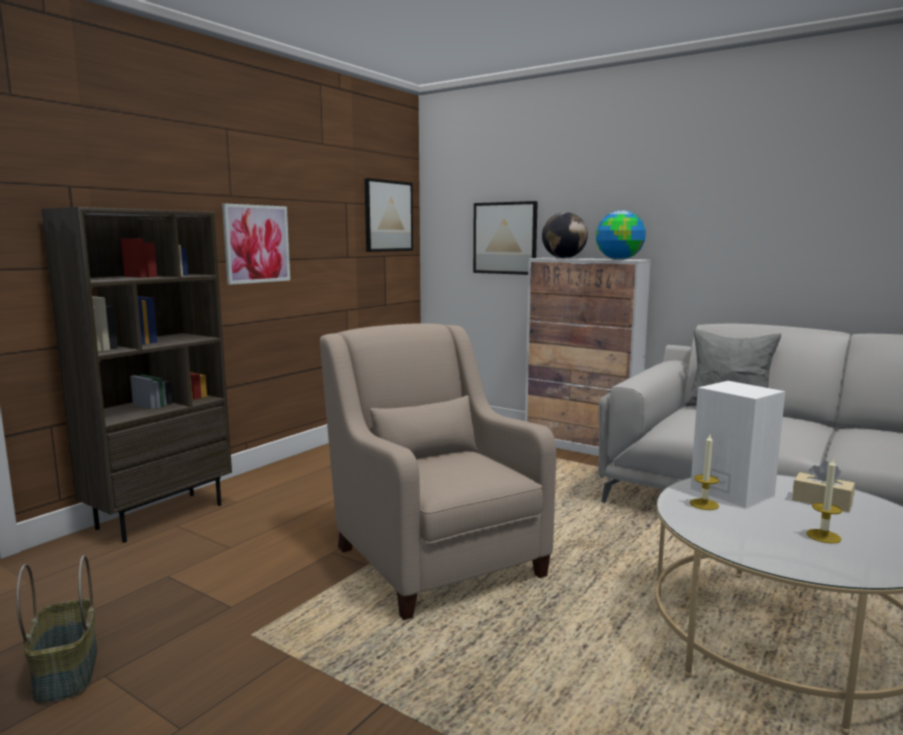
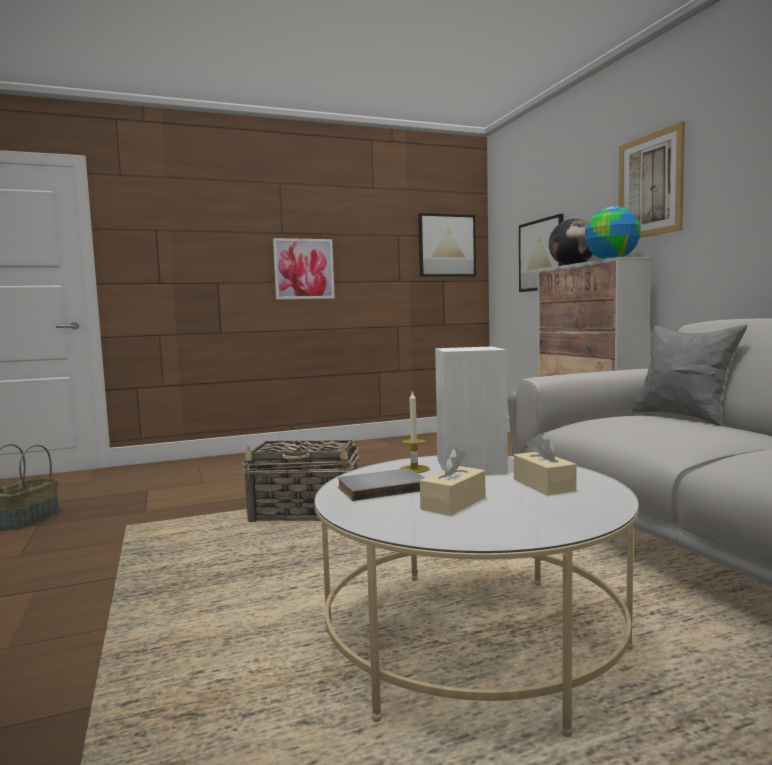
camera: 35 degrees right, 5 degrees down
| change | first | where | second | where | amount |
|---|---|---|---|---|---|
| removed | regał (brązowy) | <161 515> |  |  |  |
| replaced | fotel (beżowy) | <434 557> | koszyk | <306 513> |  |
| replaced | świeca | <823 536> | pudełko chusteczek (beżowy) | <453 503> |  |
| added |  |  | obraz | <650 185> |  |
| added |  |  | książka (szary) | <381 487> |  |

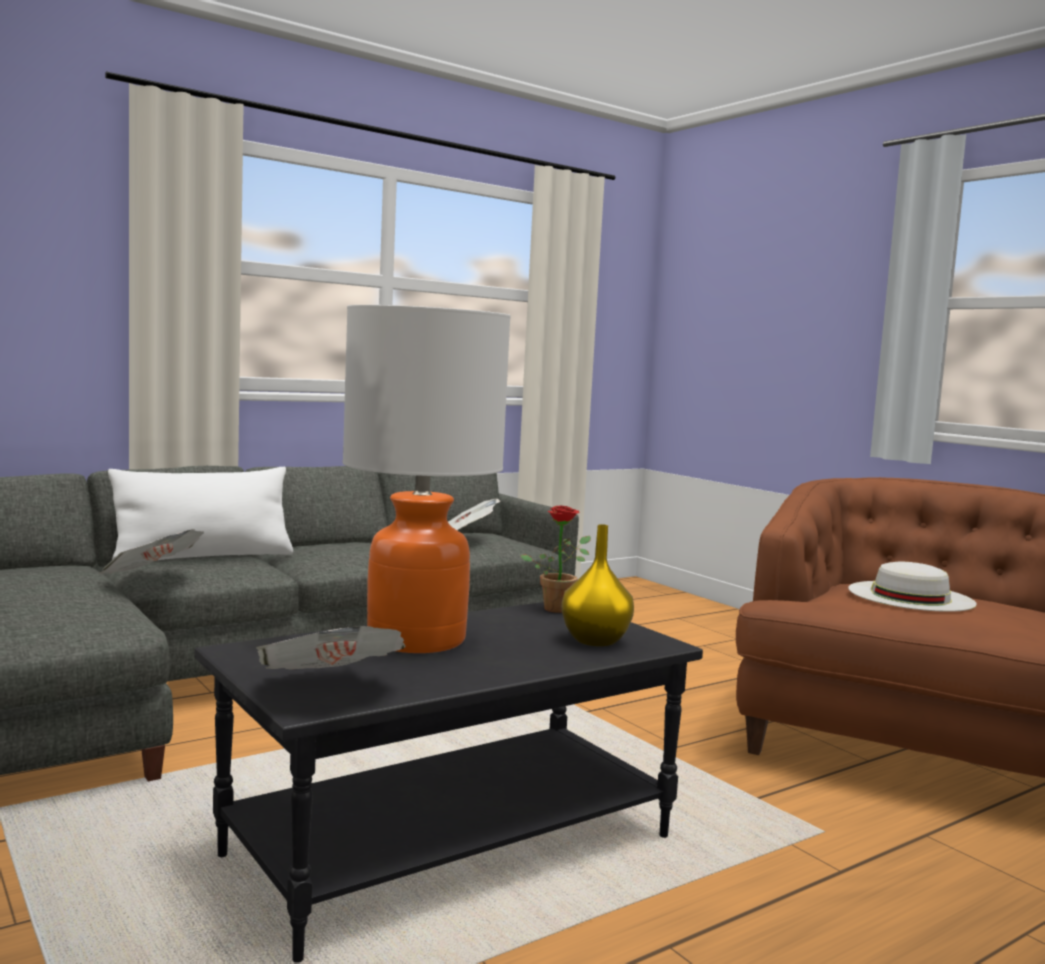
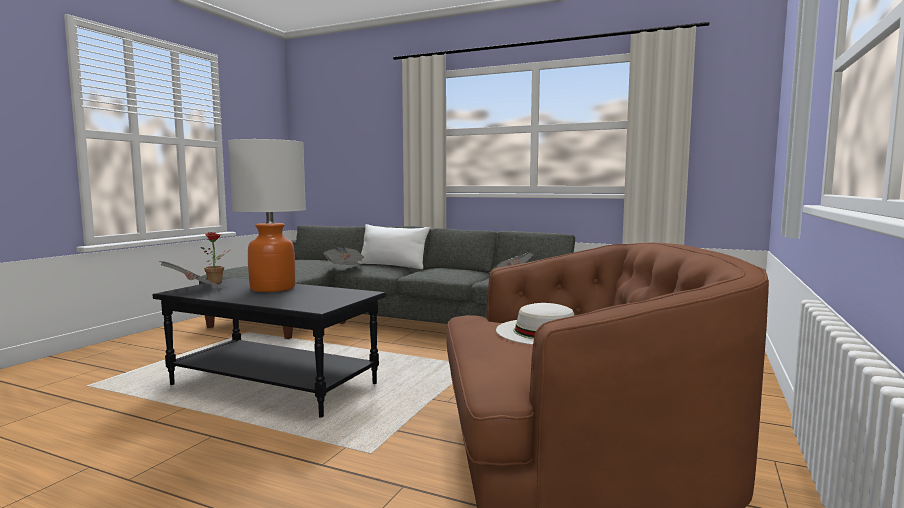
camera: 60 degrees right, 0 degrees up
| change | first | where | second | where | amount |
|---|---|---|---|---|---|
| moved | roślina doniczkowa | <559 608> |  | <218 283> |  |
| removed | wazon (żółty) | <597 641> |  |  |  |

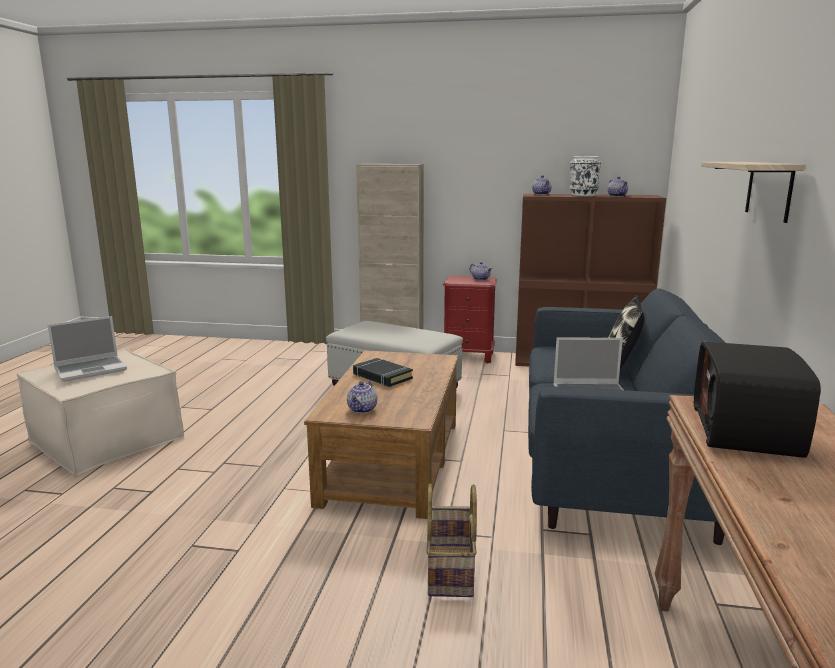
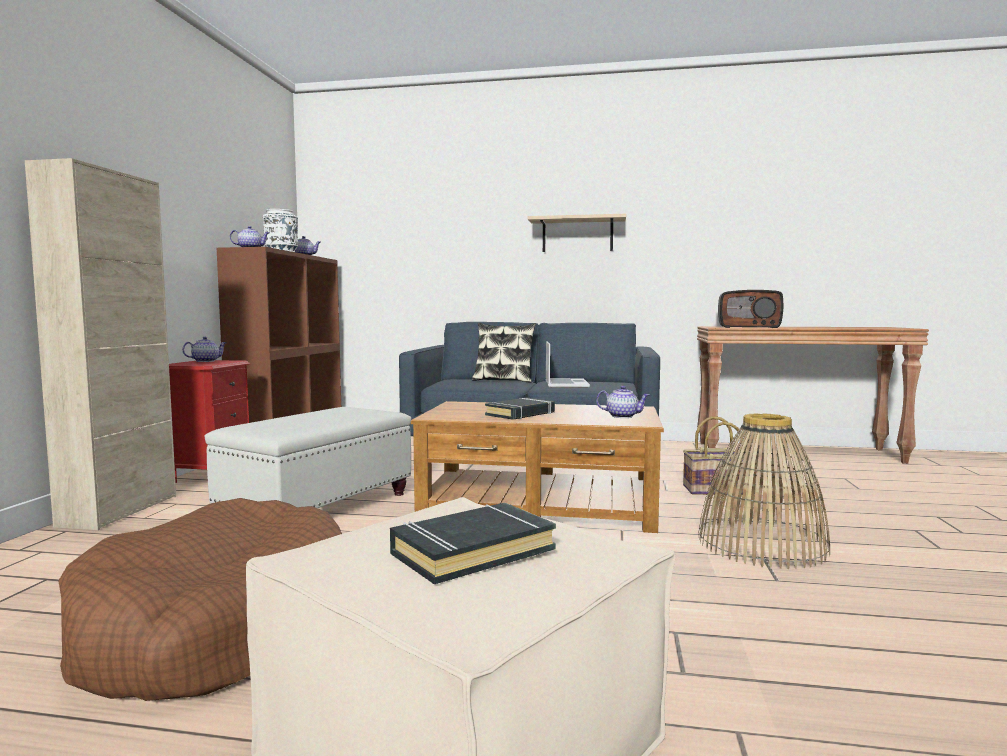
camera: 90 degrees left, 10 degrees down
| change | first | where | second | where | amount |
|---|---|---|---|---|---|
| replaced | laptop | <91 369> | książka (czarny) | <472 551> |  |
| added |  |  | koszyk | <761 544> |  |
| added |  |  | legowisko (brązowy) | <218 626> |  |

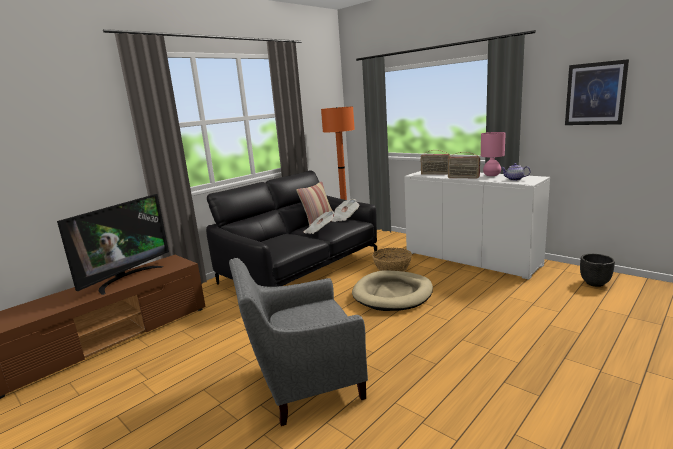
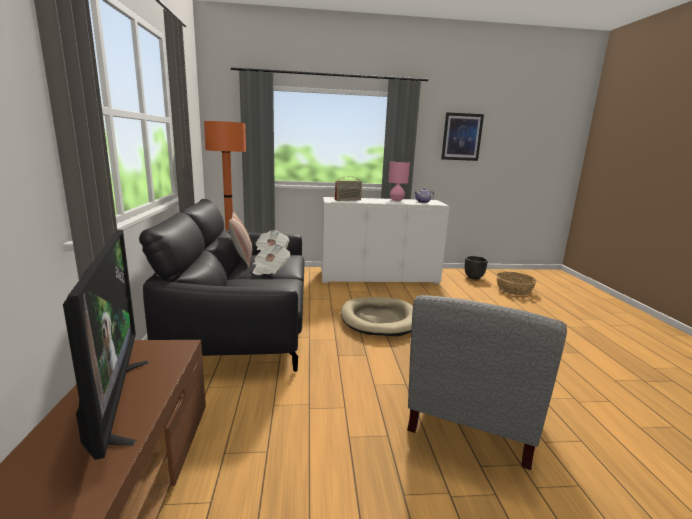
camera: 50 degrees left, 0 degrees up
| change | first | where | second | where | amount |
|---|---|---|---|---|---|
| removed | radio | <463 178> |  |  |  |
| moved | koszyk | <392 267> |  | <514 290> |  |

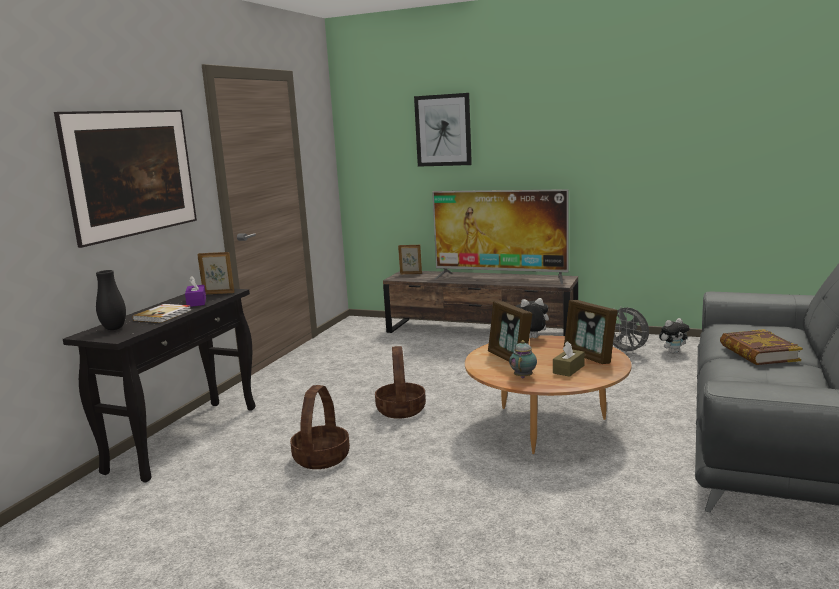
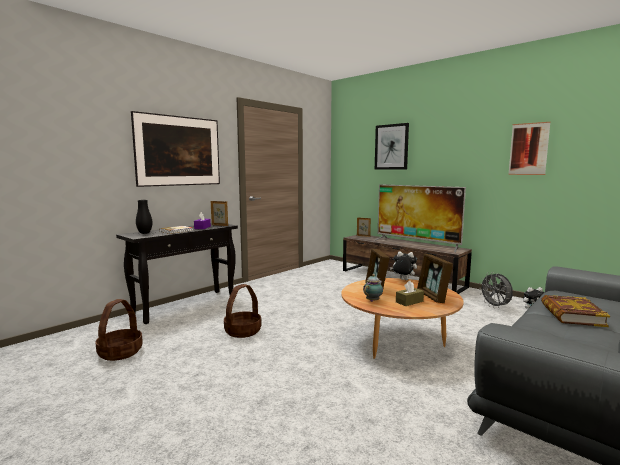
camera: 20 degrees right, 5 degrees down
| change | first | where | second | where | amount |
|---|---|---|---|---|---|
| moved | koszyk | <401 410> |  | <120 352> |  |
| added |  |  | obraz | <528 149> |  |

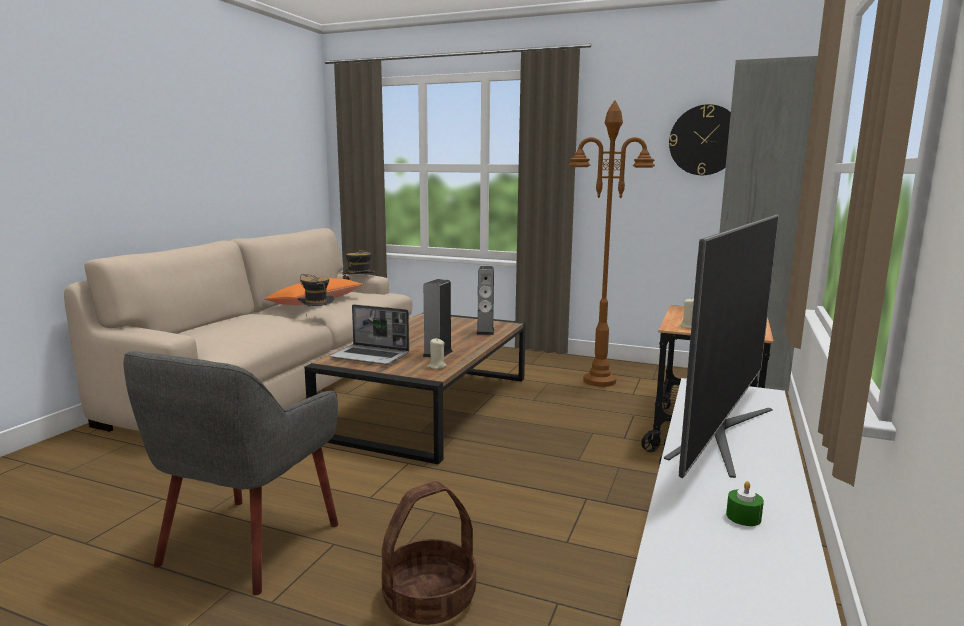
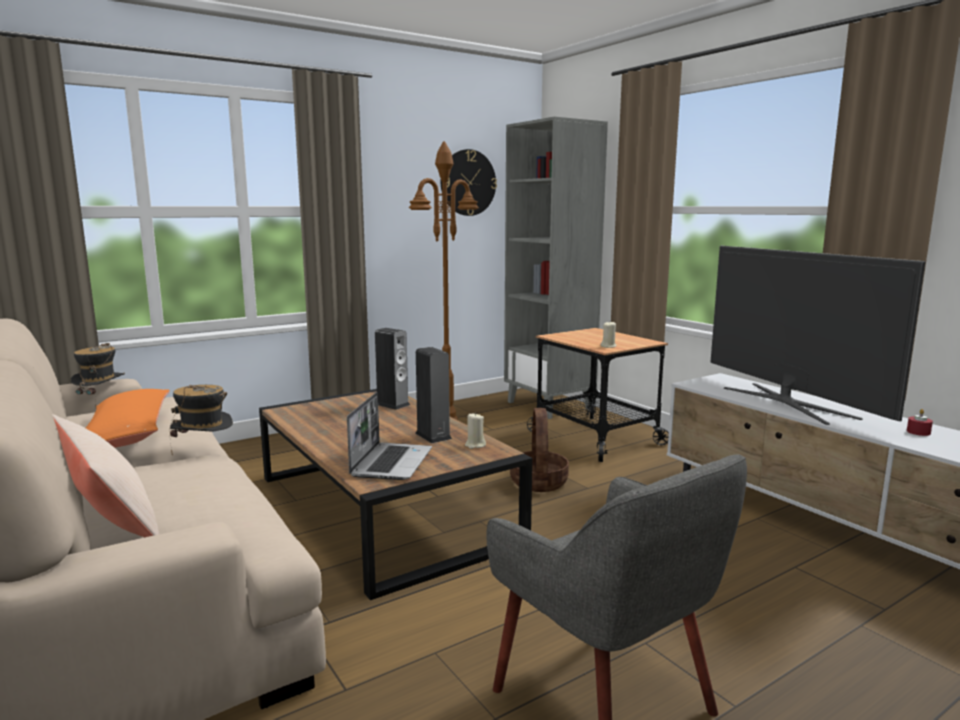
camera: 55 degrees left, 0 degrees up
| change | first | where | second | where | amount |
|---|---|---|---|---|---|
| turned | laptop | <371 356> |  | <391 462> | 45 degrees counterclockwise |
| moved | koszyk | <429 598> |  | <539 482> |  |
| recoloured | świeca (zielony) | <743 517> | świeca (czerwony) | <918 432> |  |
| added |  |  | poduszka (beżowy) | <107 515> |  |

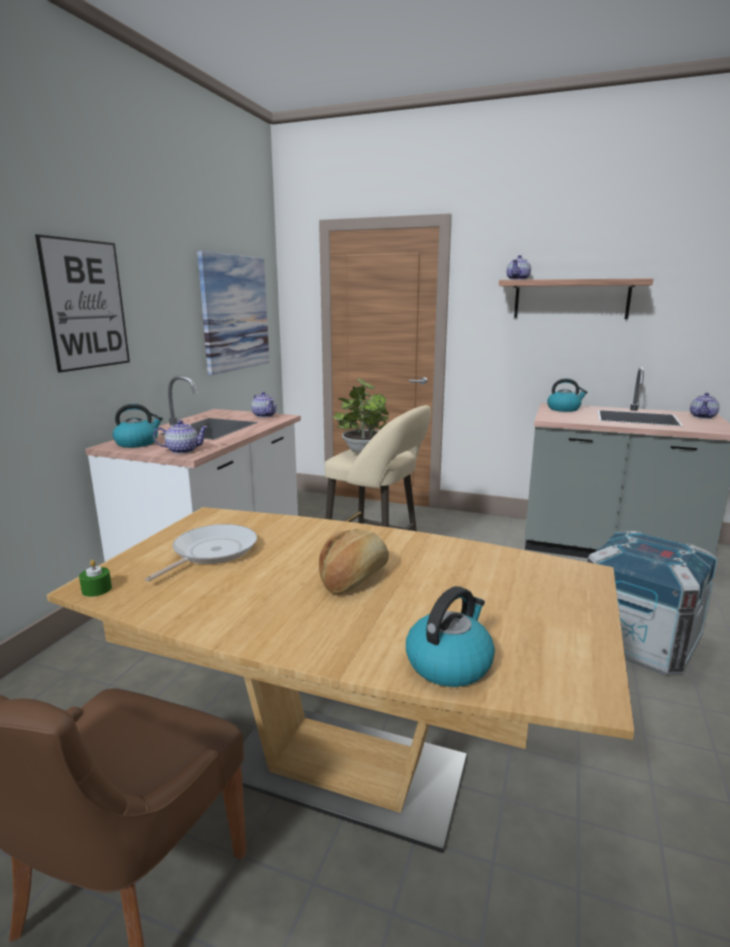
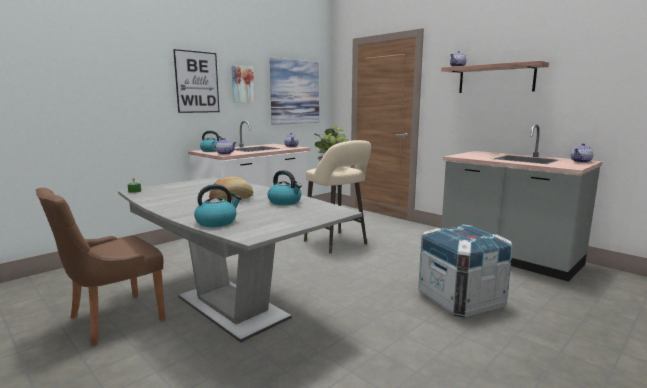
camera: 25 degrees right, 5 degrees down
| change | first | where | second | where | amount |
|---|---|---|---|---|---|
| moved | czajnik | <564 409> |  | <285 202> |  |
| recoloured | stół jadalny (brązowy) | <345 769> | stół jadalny (szary) | <232 307> |  |
| removed | patelnia | <211 552> |  |  |  |
| added |  |  | obraz | <242 84> |  |

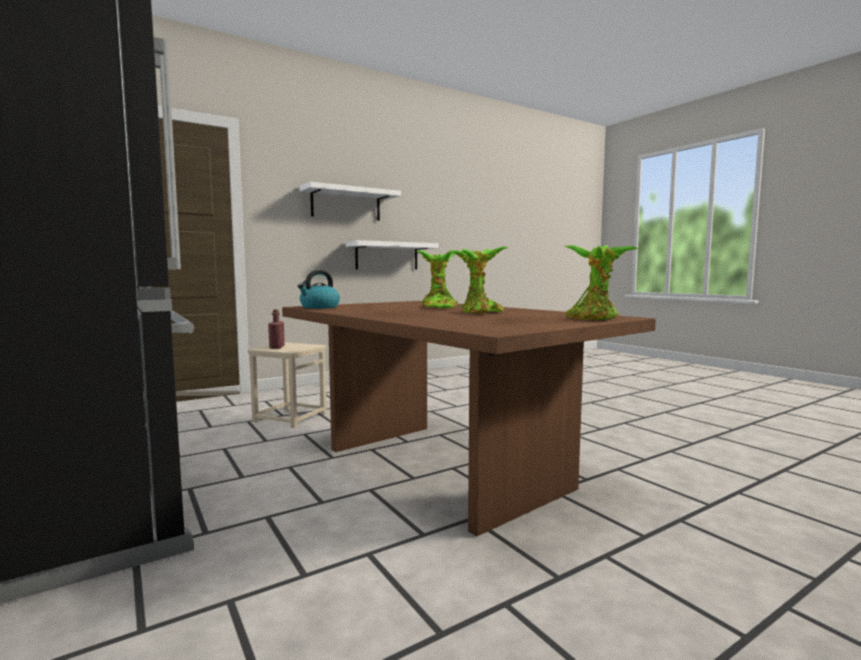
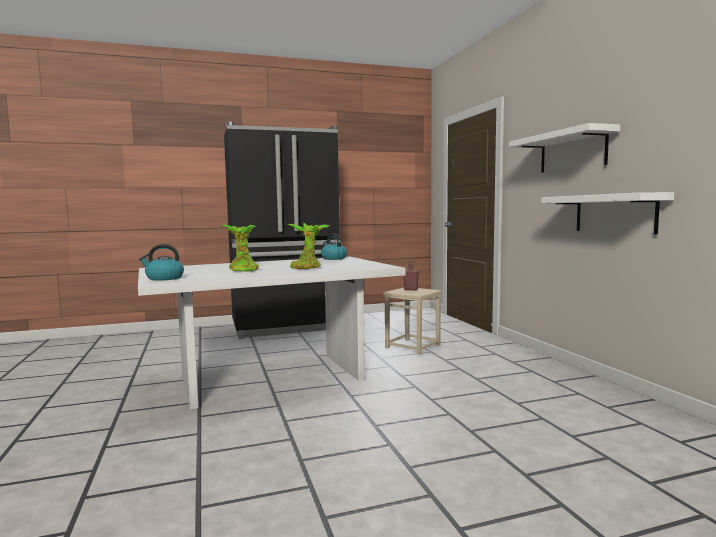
camera: 105 degrees right, 0 degrees up
| change | first | where | second | where | amount |
|---|---|---|---|---|---|
| replaced | roślina doniczkowa | <594 318> | czajnik | <164 278> |  |
| recoloured | stół jadalny (brązowy) | <444 467> | stół jadalny (biały) | <271 378> |  |

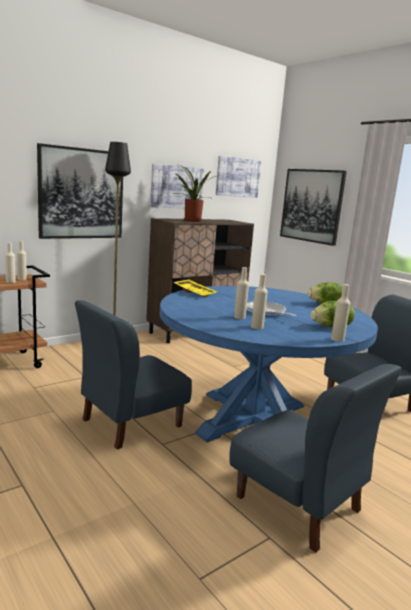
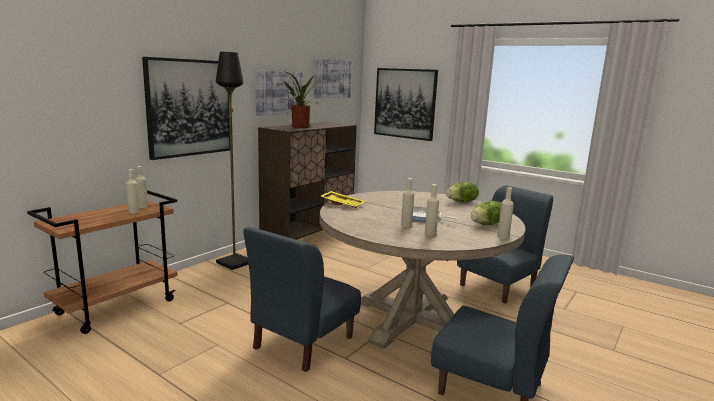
camera: 15 degrees left, 0 degrees up
| change | first | where | second | where | amount |
|---|---|---|---|---|---|
| recoloured | stół jadalny (niebieski) | <253 419> | stół jadalny (beżowy) | <411 318> |  |

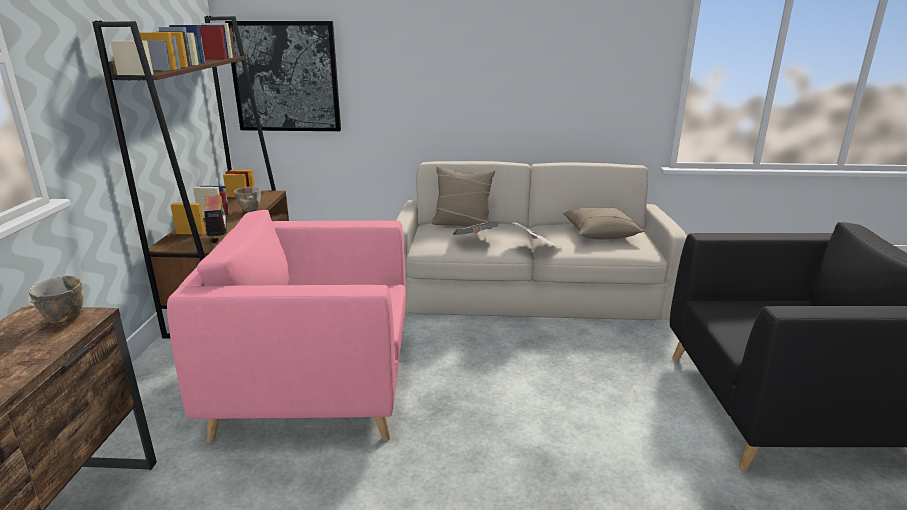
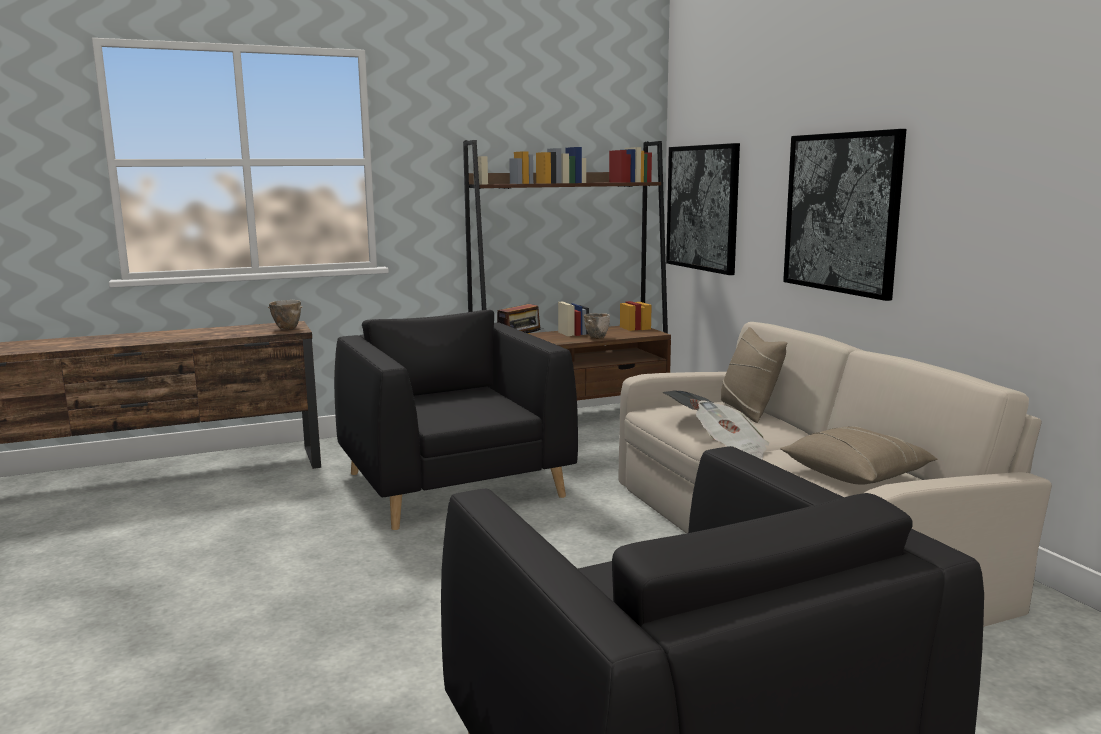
camera: 65 degrees right, 10 degrees down
| change | first | where | second | where | amount |
|---|---|---|---|---|---|
| recoloured | fotel (różowy) | <316 384> | fotel (czarny) | <453 484> |  |
| added |  |  | obraz | <841 213> |  |

